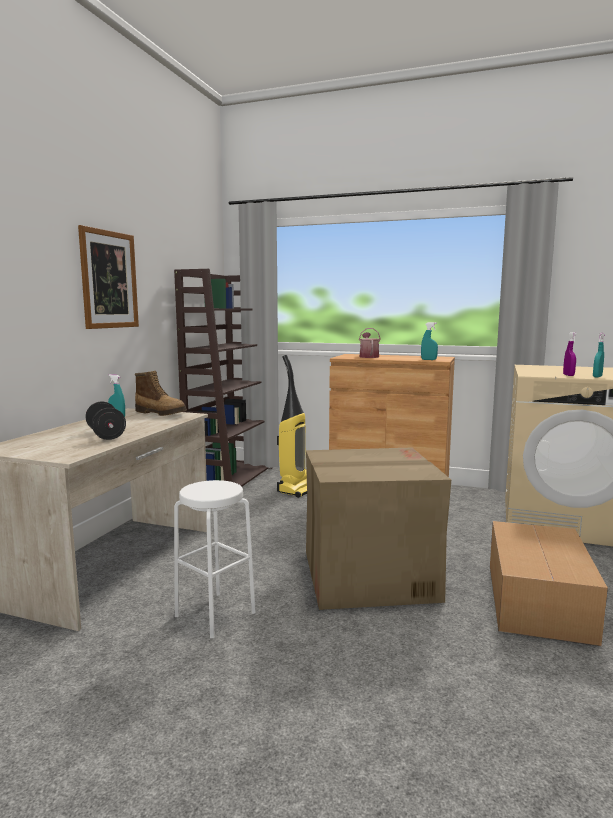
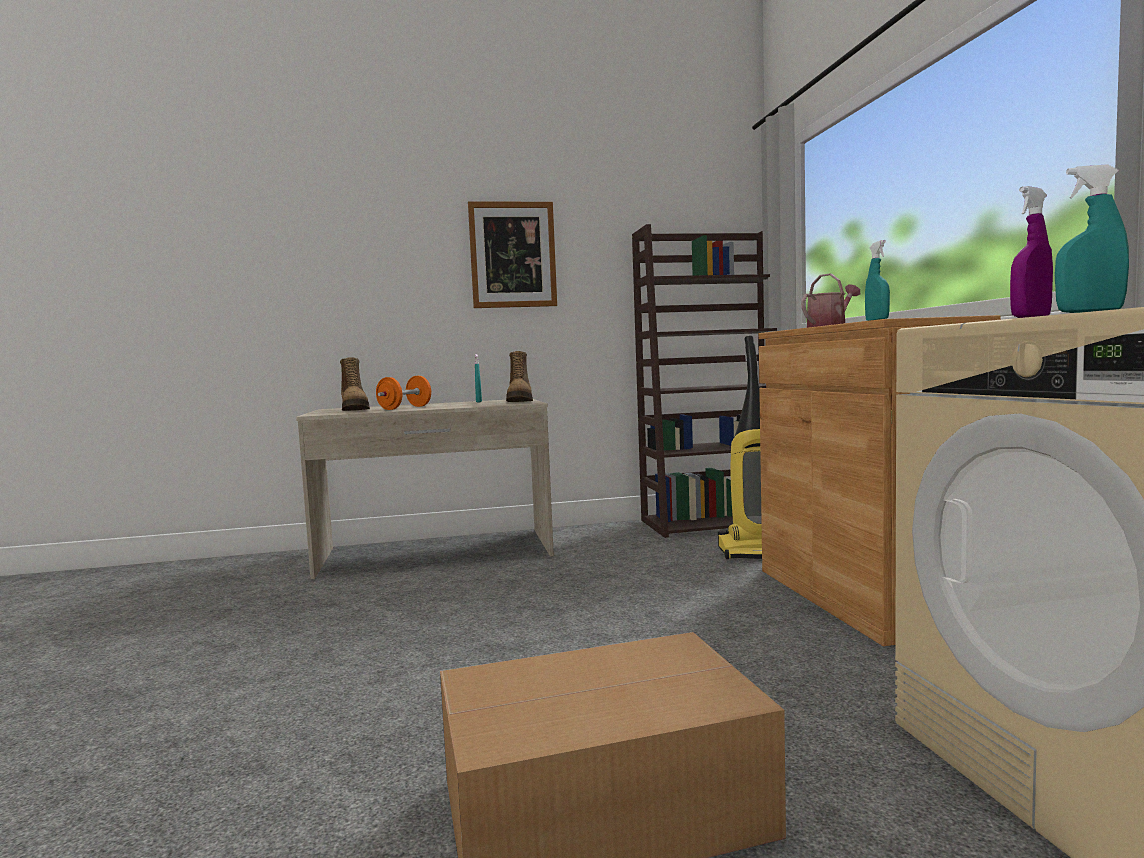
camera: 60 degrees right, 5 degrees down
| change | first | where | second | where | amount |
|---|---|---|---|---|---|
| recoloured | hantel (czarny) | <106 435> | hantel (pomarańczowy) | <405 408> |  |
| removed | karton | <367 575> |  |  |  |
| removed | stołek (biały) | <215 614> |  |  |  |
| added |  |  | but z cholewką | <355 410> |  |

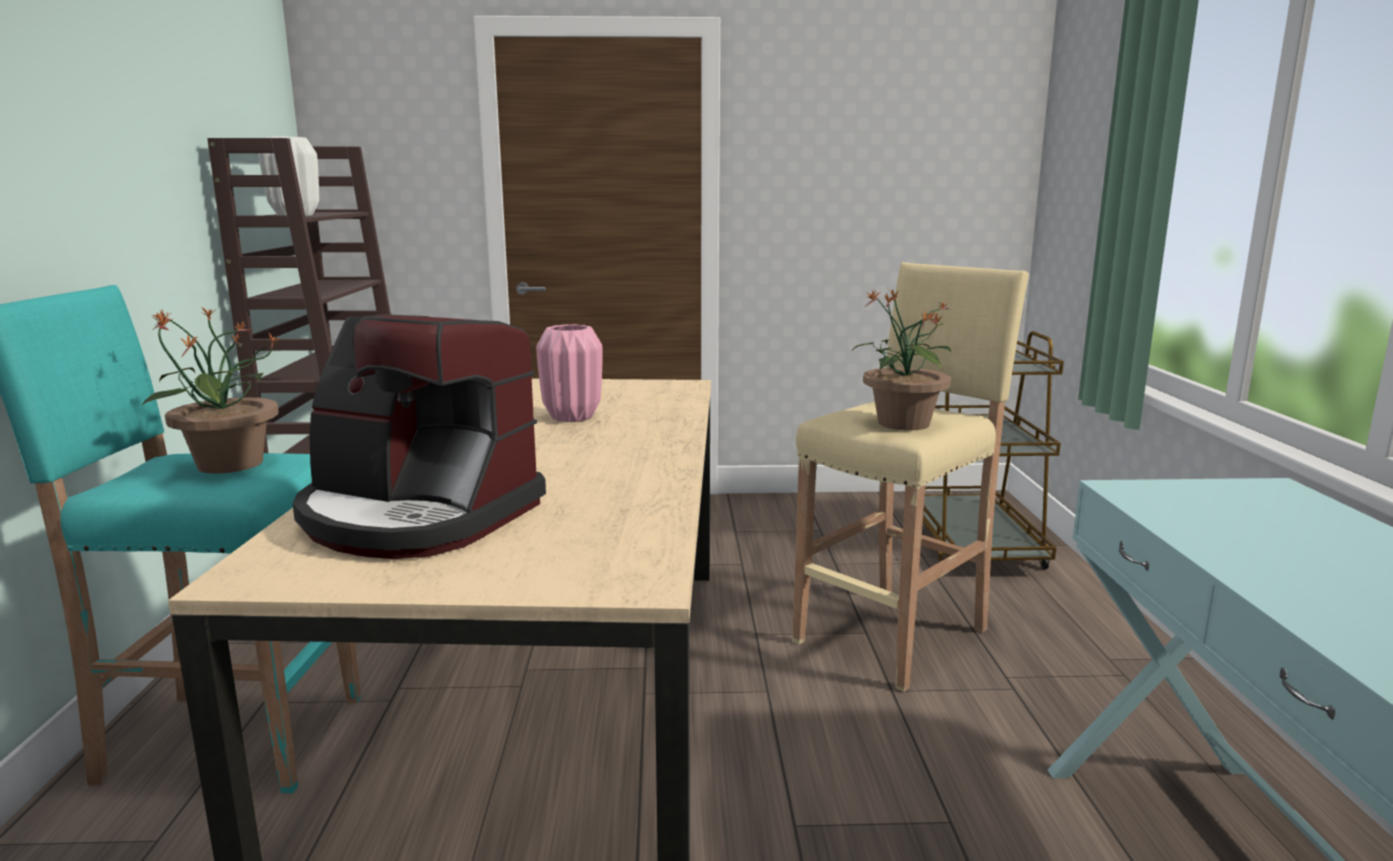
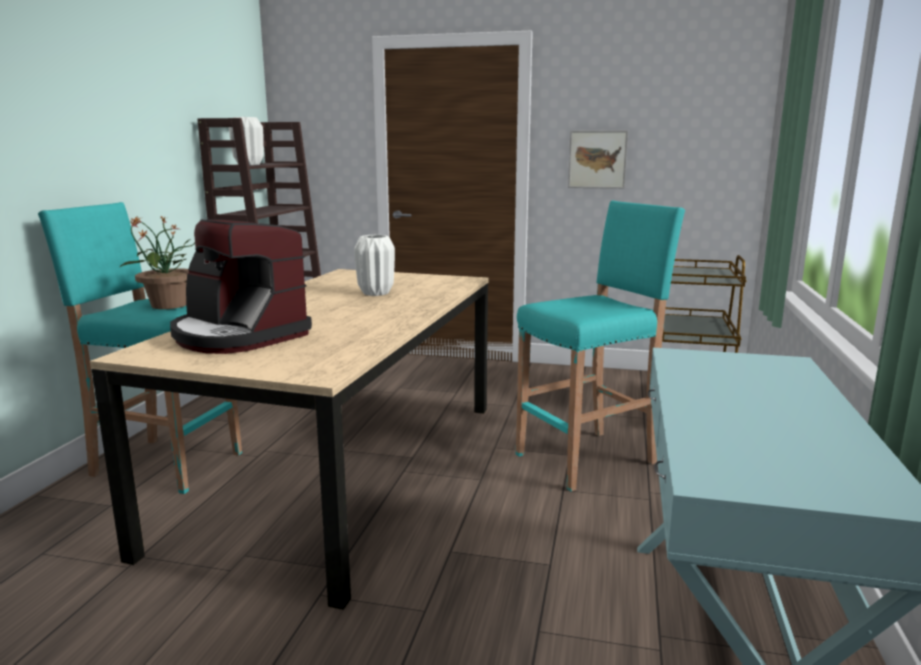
camera: 15 degrees right, 0 degrees up
| change | first | where | second | where | amount |
|---|---|---|---|---|---|
| recoloured | stołek (beżowy) | <894 635> | stołek (turkusowy) | <588 458> |  |
| removed | roślina doniczkowa | <902 424> |  |  |  |
| recoloured | wazon (różowy) | <571 417> | wazon (biały) | <375 293> |  |
| added |  |  | obraz | <597 159> |  |

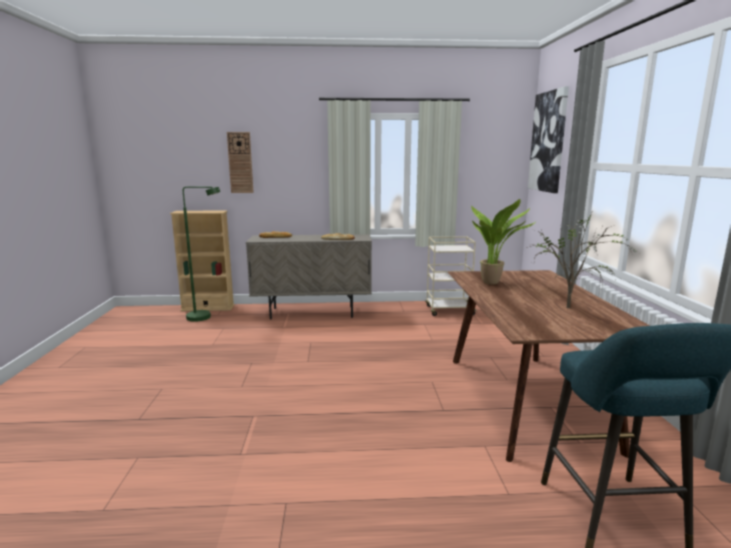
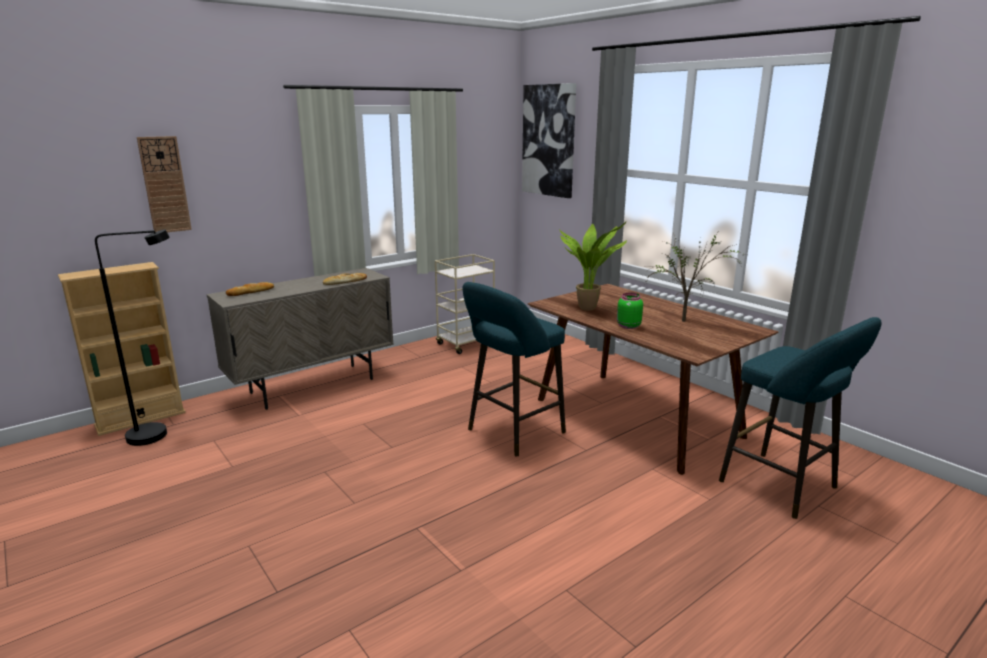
camera: 35 degrees left, 5 degrees up
| change | first | where | second | where | amount |
|---|---|---|---|---|---|
| recoloured | lampa stojąca (zielony) | <205 317> | lampa stojąca (czarny) | <159 433> |  |
| added |  |  | stołek (turkusowy) | <512 433> |  |
| added |  |  | słoik (zielony) | <627 326> |  |

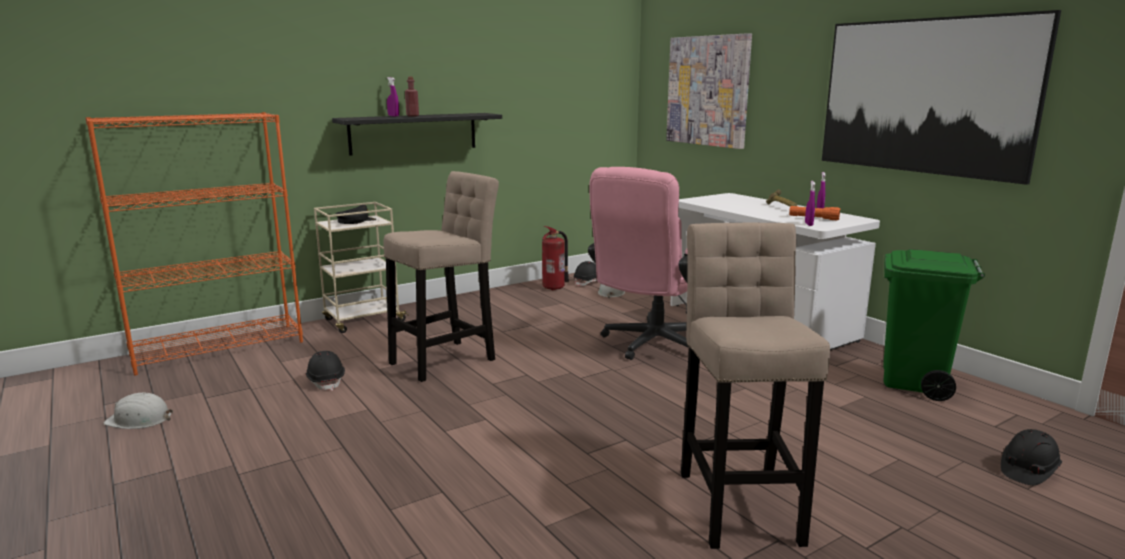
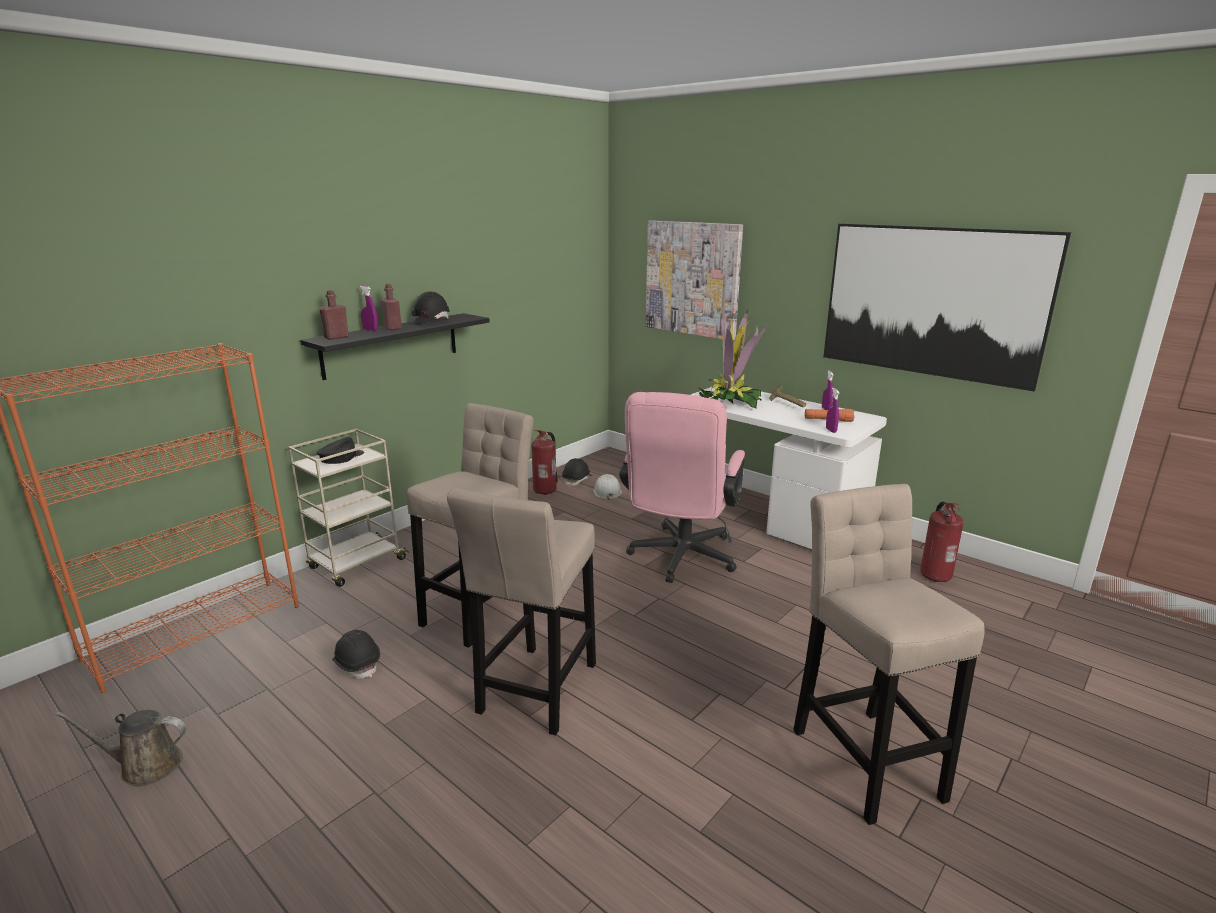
camera: 15 degrees left, 5 degrees up
| change | first | where | second | where | amount |
|---|---|---|---|---|---|
| replaced | kosz na śmieci (zielony) | <914 383> | gaśnica | <935 575> |  |
| replaced | kask (biały) | <139 420> | konewka (brązowy) | <145 766> |  |
| moved | kask (czarny) | <1028 470> |  | <429 321> |  |
| added |  |  | butelka (czerwony) | <336 337> |  |
| added |  |  | roślina doniczkowa | <730 401> |  |
| added |  |  | stołek (beżowy) | <535 693> |  |

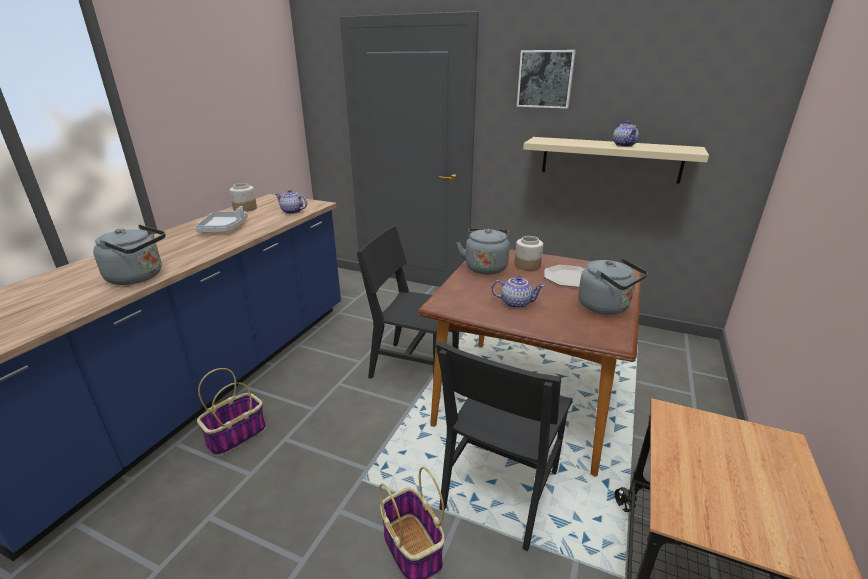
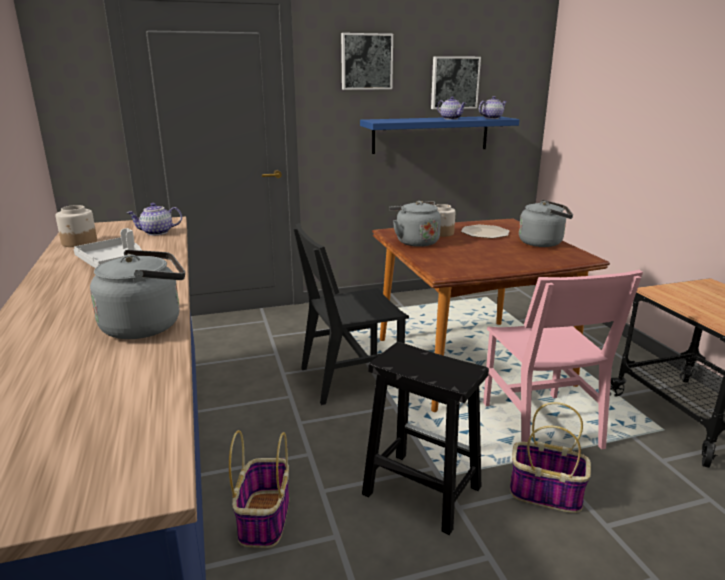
camera: 40 degrees left, 5 degrees down
| change | first | where | second | where | amount |
|---|---|---|---|---|---|
| recoloured | półka (beżowy) | <610 159> | półka (niebieski) | <430 134> |  |
| moved | imbryk | <516 303> |  | <491 118> |  |
| recoloured | krzesło (czarny) | <500 489> | krzesło (różowy) | <540 424> |  |
| added |  |  | obraz | <454 82> |  |
| added |  |  | stołek (czarny) | <420 490> |  |

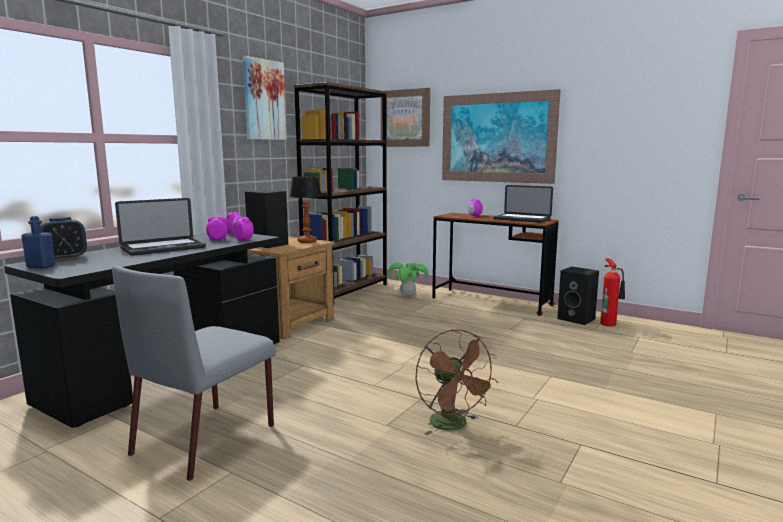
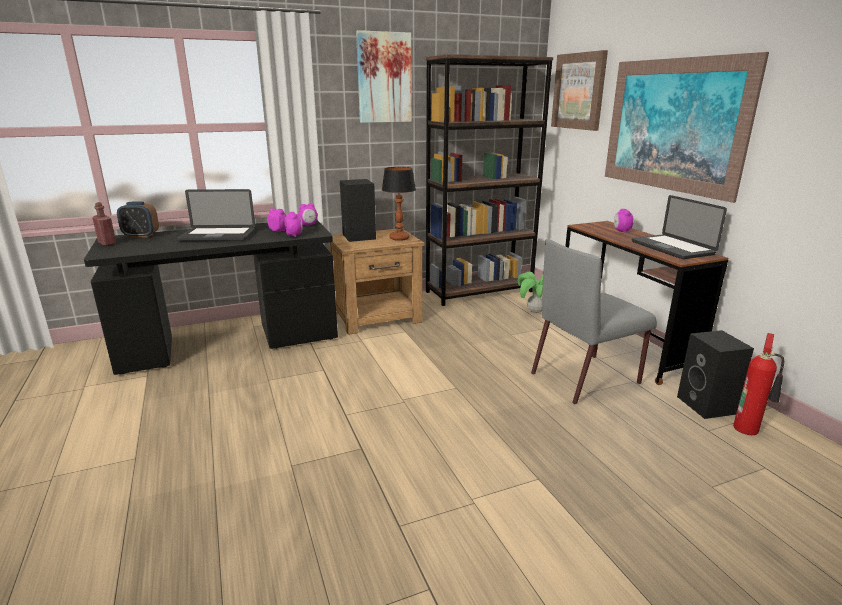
camera: 35 degrees right, 10 degrees up
| change | first | where | second | where | amount |
|---|---|---|---|---|---|
| recoloured | butelka (niebieski) | <41 266> | butelka (czerwony) | <107 243> |  |
| moved | krzesło (szary) | <206 438> |  | <586 378> |  |
| removed | wentylator (brązowy) | <454 426> |  |  |  |

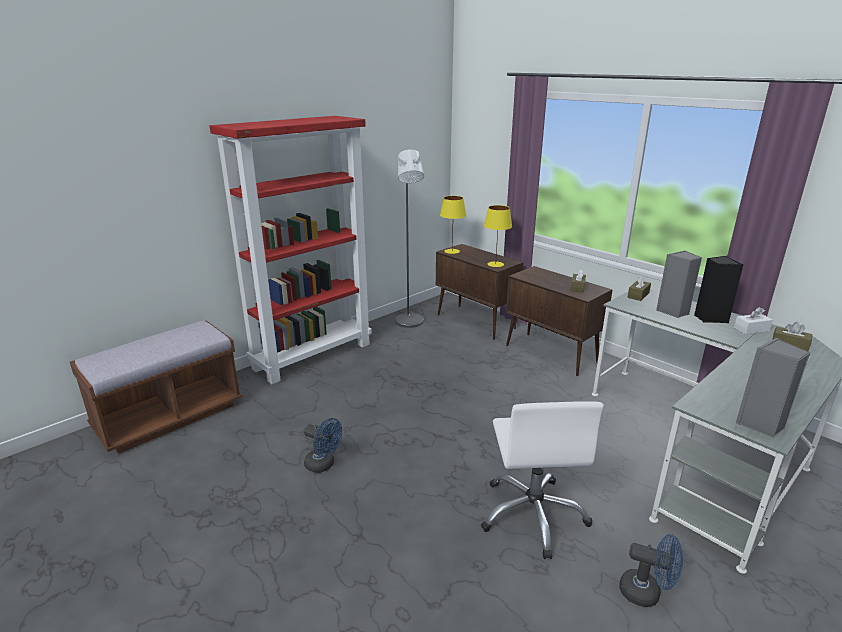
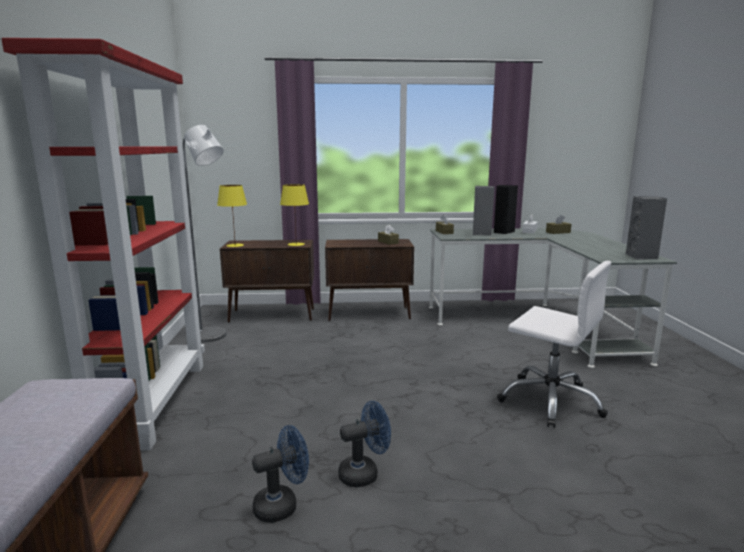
camera: 50 degrees left, 10 degrees down
| change | first | where | second | where | amount |
|---|---|---|---|---|---|
| moved | wentylator (niebieski) | <646 593> |  | <282 505> |  |

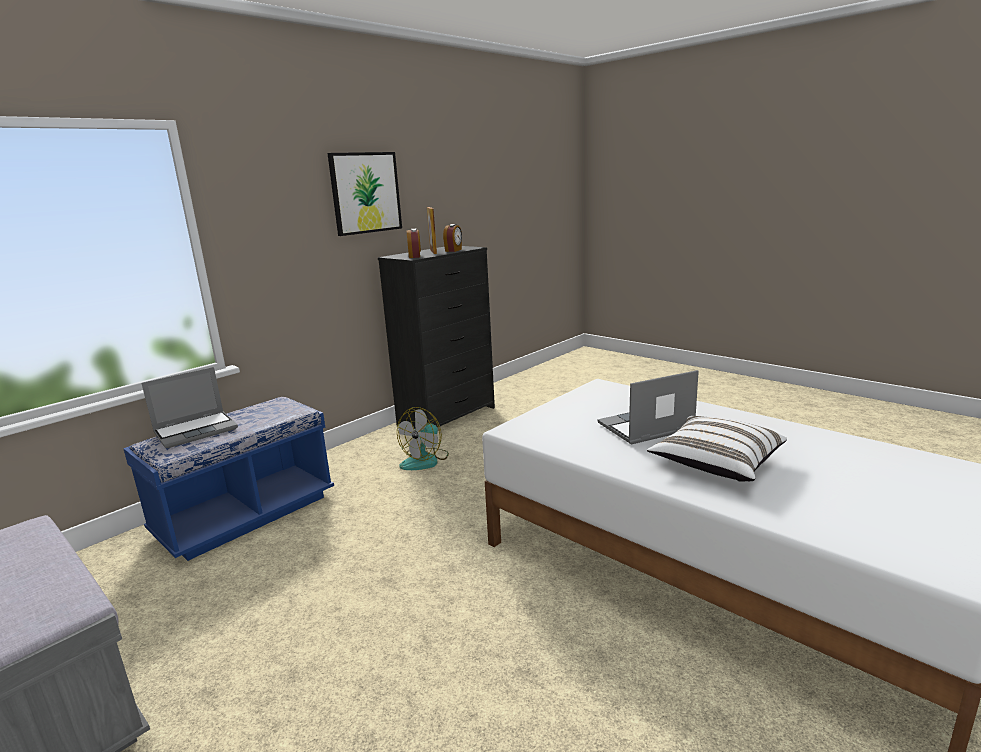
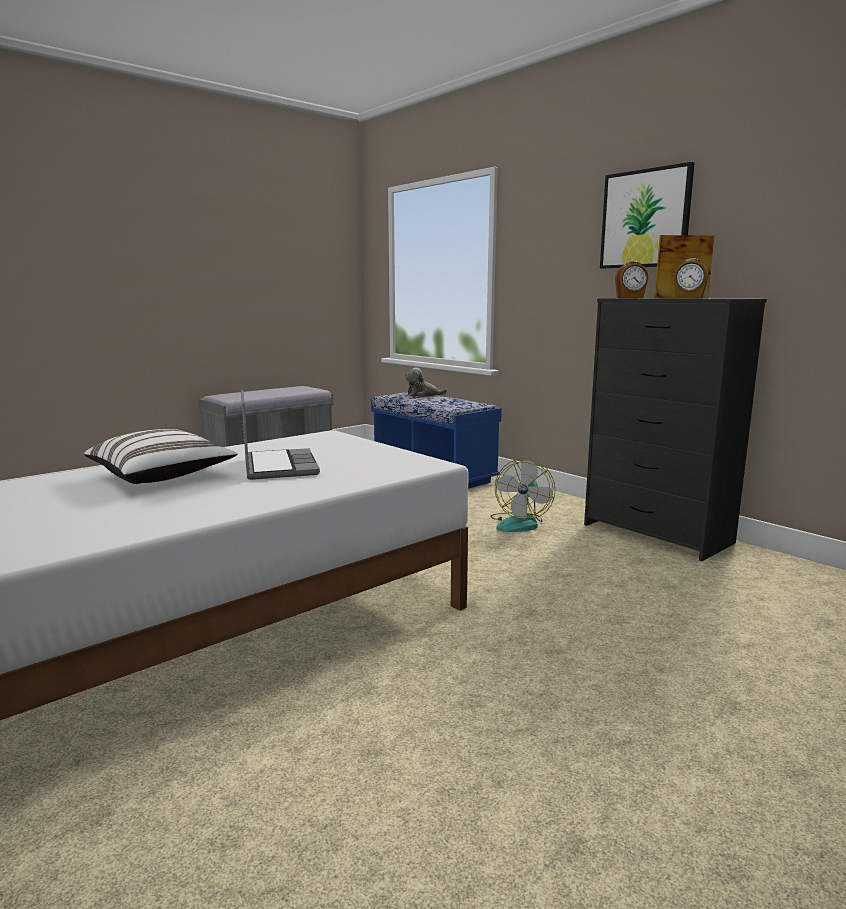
camera: 95 degrees right, 5 degrees down
| change | first | where | second | where | amount |
|---|---|---|---|---|---|
| replaced | laptop | <197 430> | pluszak | <423 395> |  |
| turned | wentylator | <425 460> |  | <520 523> | 105 degrees counterclockwise |

